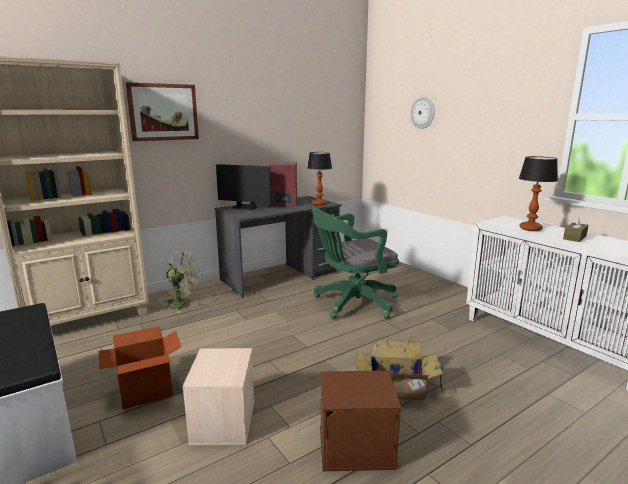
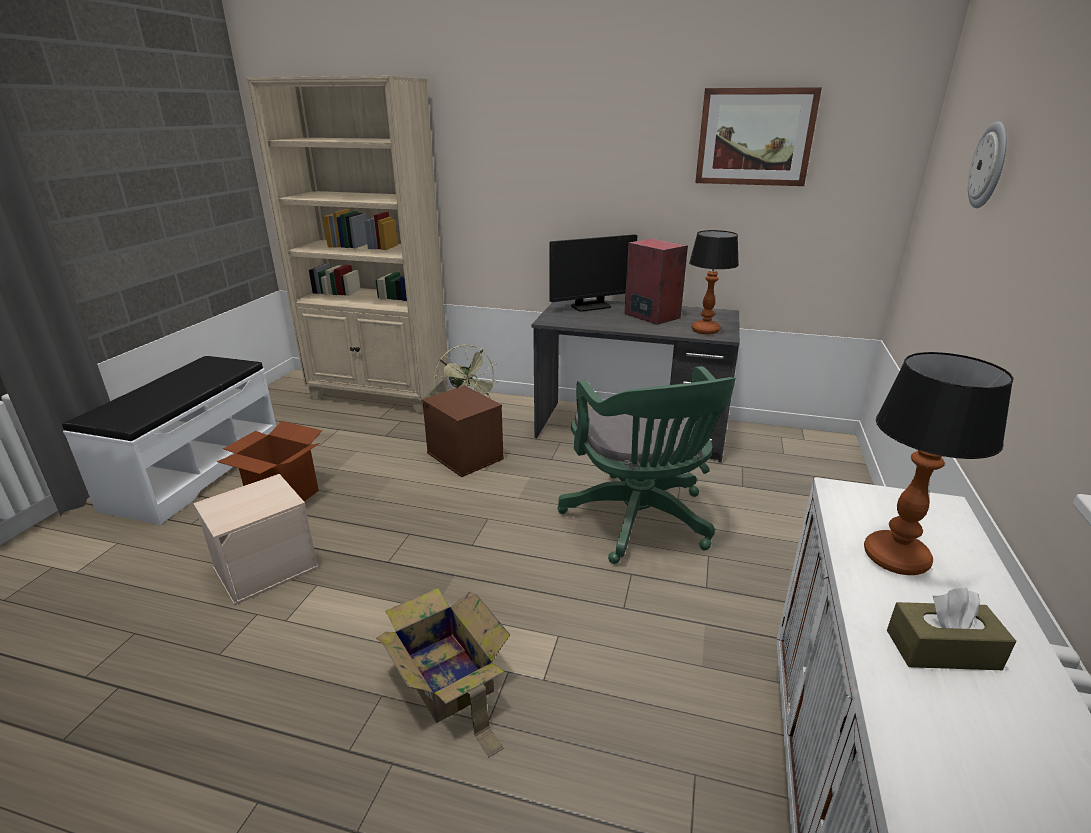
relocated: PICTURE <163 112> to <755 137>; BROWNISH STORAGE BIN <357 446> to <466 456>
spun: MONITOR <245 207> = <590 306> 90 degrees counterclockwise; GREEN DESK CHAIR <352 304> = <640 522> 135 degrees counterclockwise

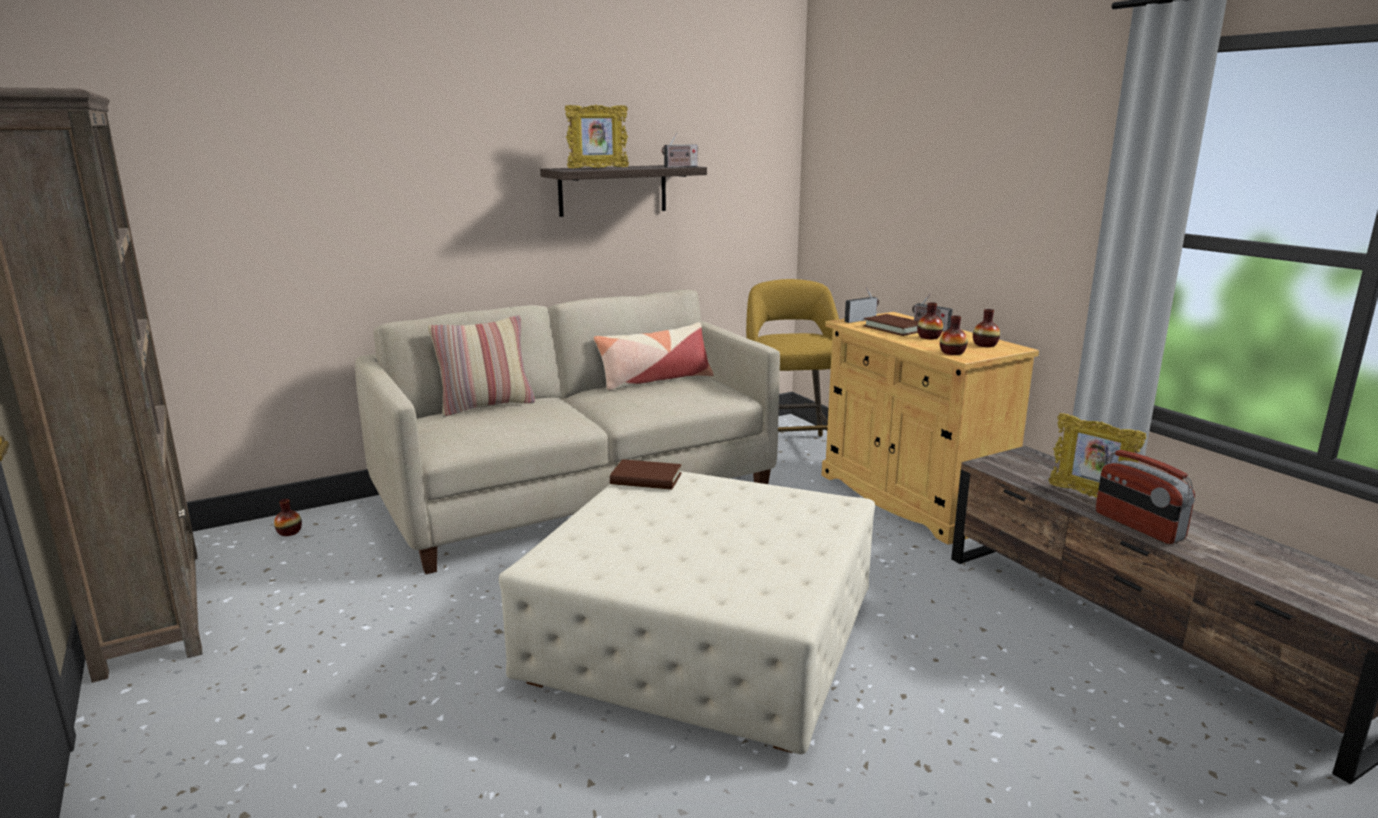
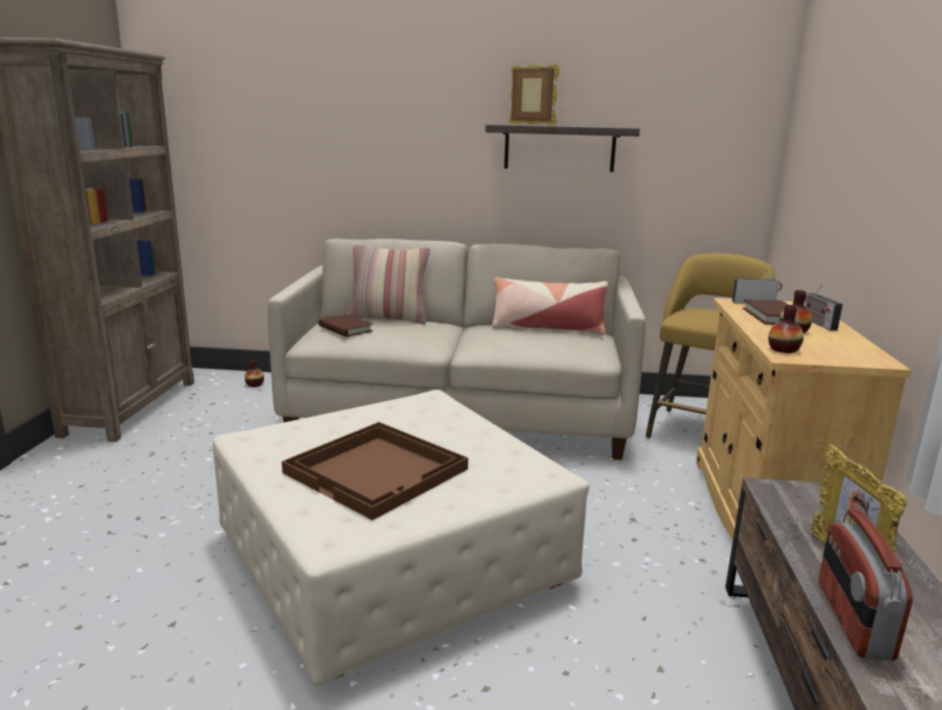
missing: RADIO <679 167>; VASE <985 345>
appeared: BROWNISH CARRYING TRAY <378 471>
relocated: BROWNISH VOLUME <646 479> to <345 328>
spun: PHOTO FRAME <598 168> = <531 124> 150 degrees counterclockwise

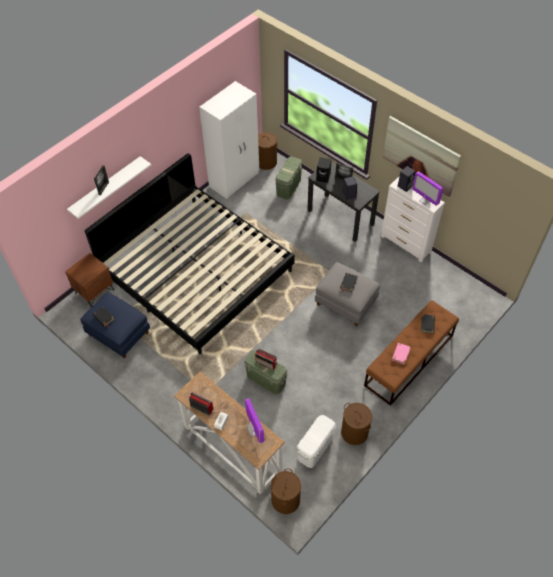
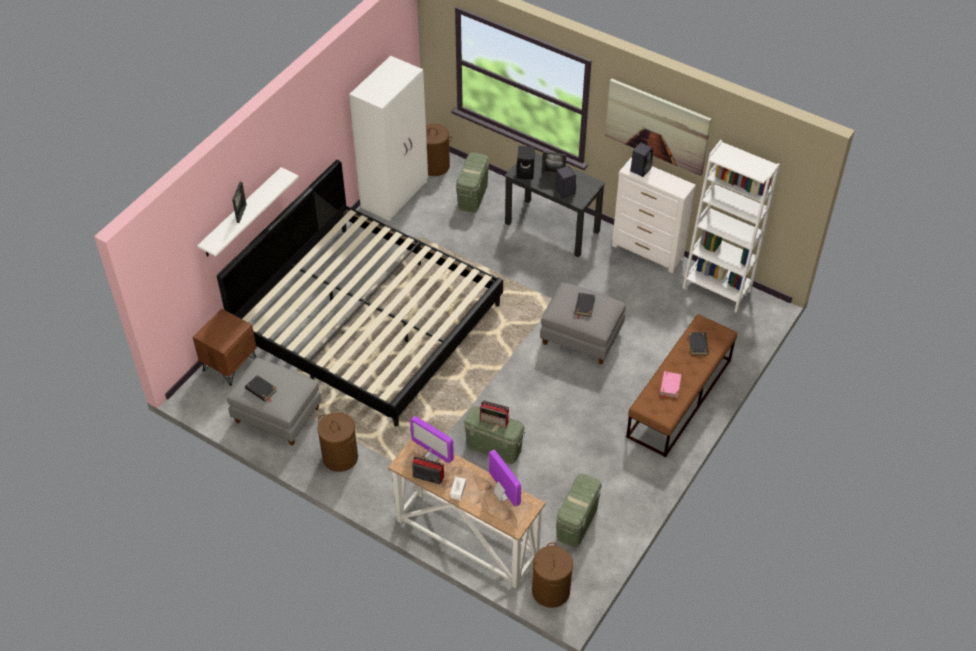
appeared: WHITE SHELVING UNIT <717 289>
relocated: BROWNISH LAUNDRY BASKET <354 432> to <340 457>; MONITOR <425 200> to <433 455>
colour: BLUE FOOTREST <119 333> to GREYISH FOOTREST <278 414>; WHITE STORAGE BIN <315 448> to GREEN STORAGE BIN <577 523>

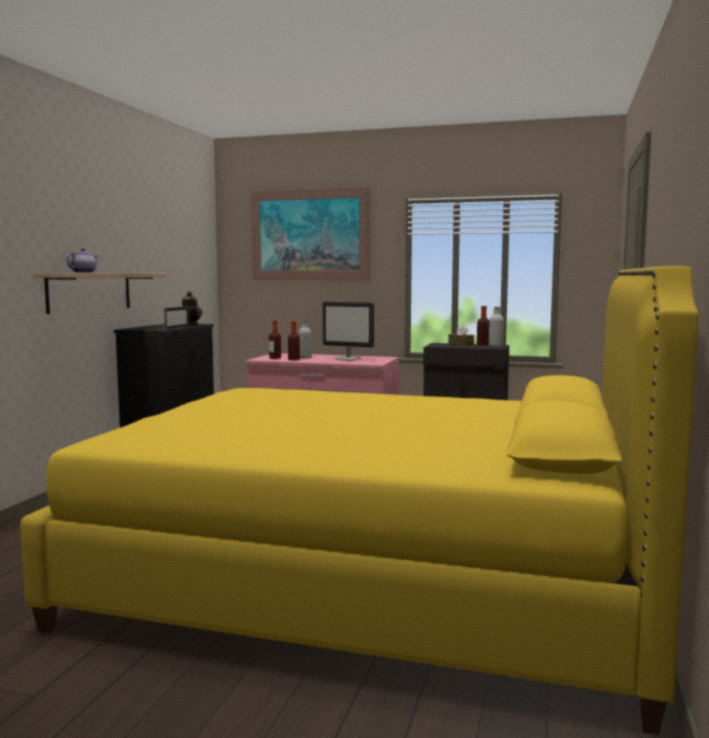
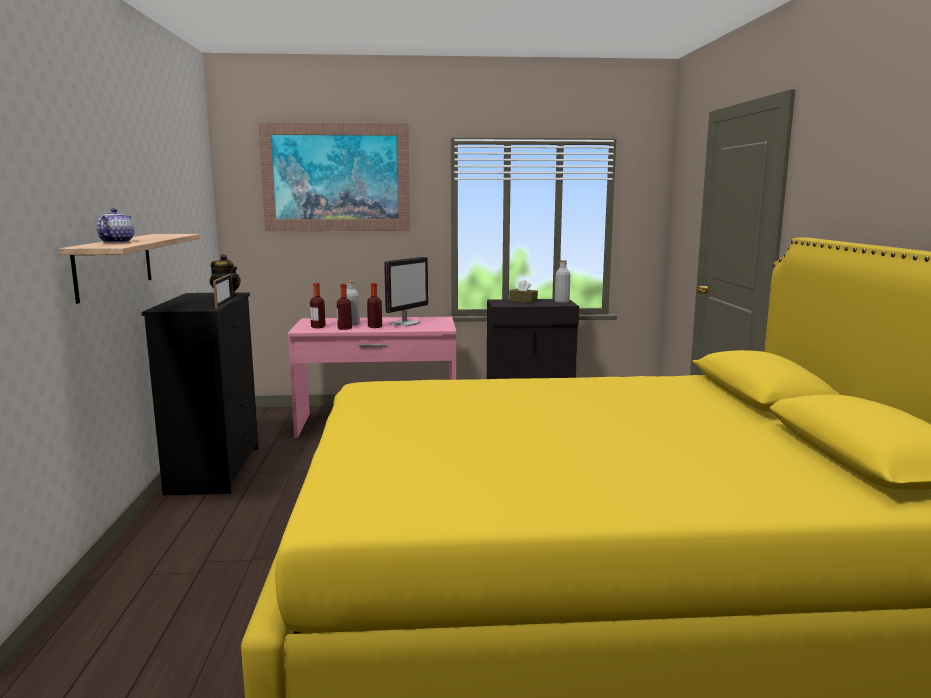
relocated: BEVERAGE BOTTLE <482 344> to <375 327>
spun: MONITOR <348 359> = <405 323> 60 degrees counterclockwise

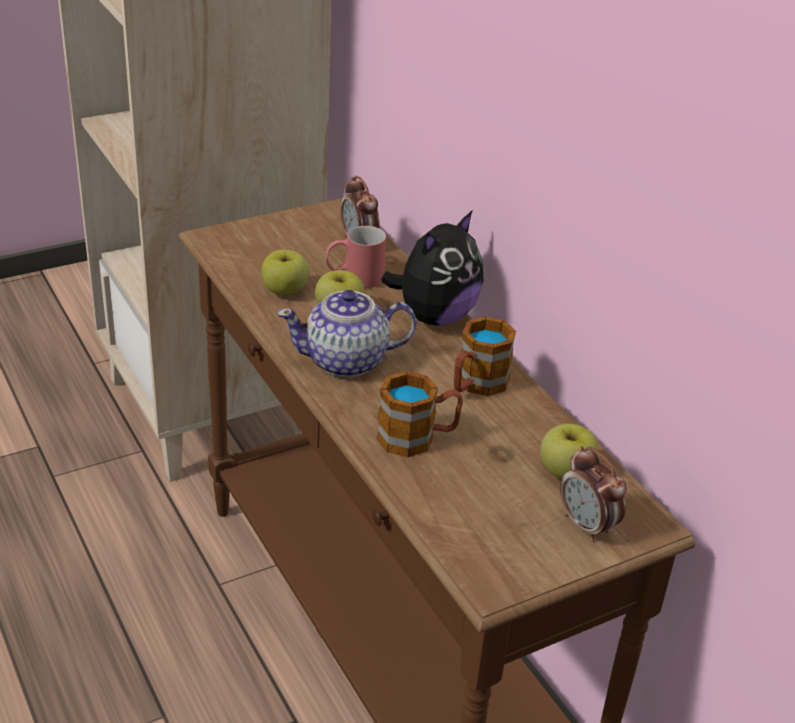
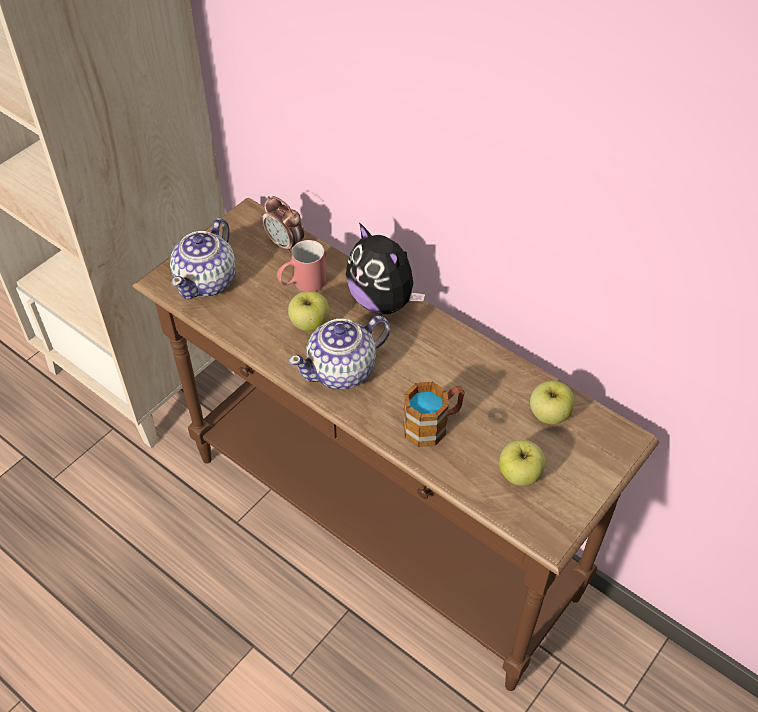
missing: TEA MUG <476 385>; ALARM CLOCK <587 526>
appeared: TEAPOT <207 281>
relocated: APPLE <285 291> to <520 474>
spun: CUDDLY TOY <434 316> = <383 301> 120 degrees clockwise

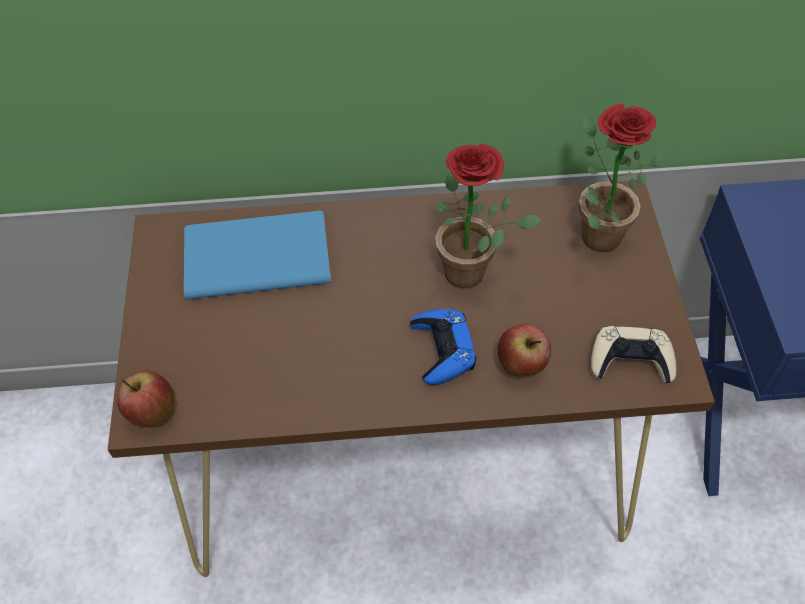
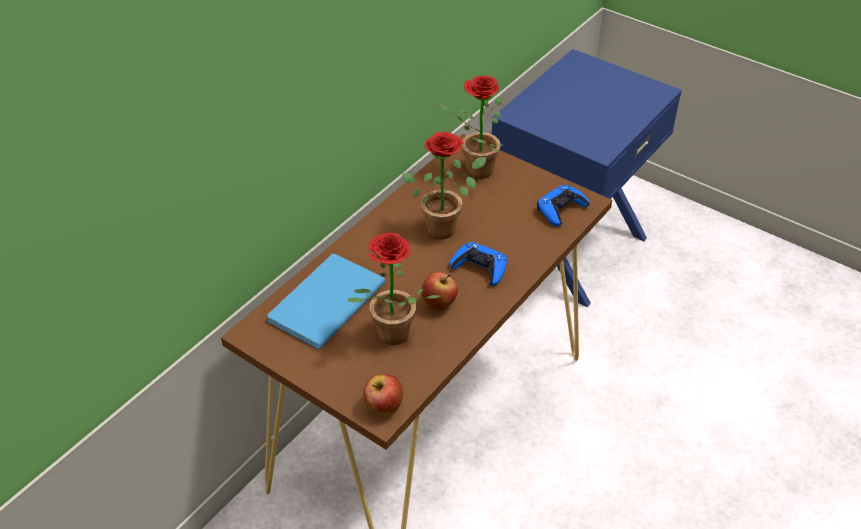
appeared: PLANT IN A POT <390 338>
relocated: APPLE <521 366> to <439 304>
colour: SAND-COLOURED GAME CONTROLLER <630 360> to BLUE GAME CONTROLLER <561 209>

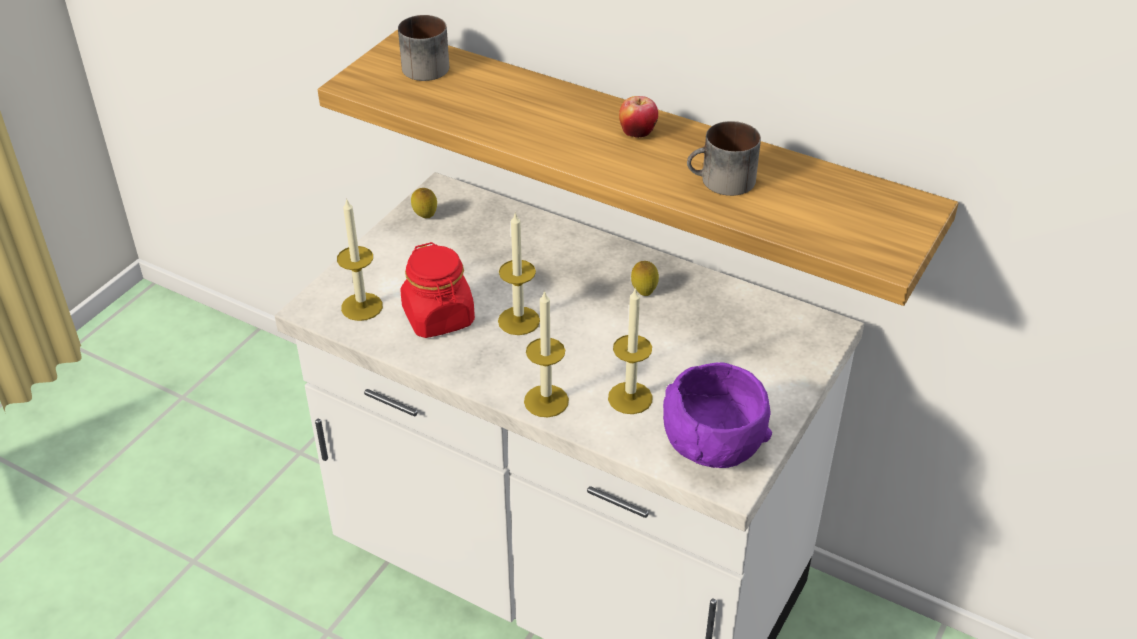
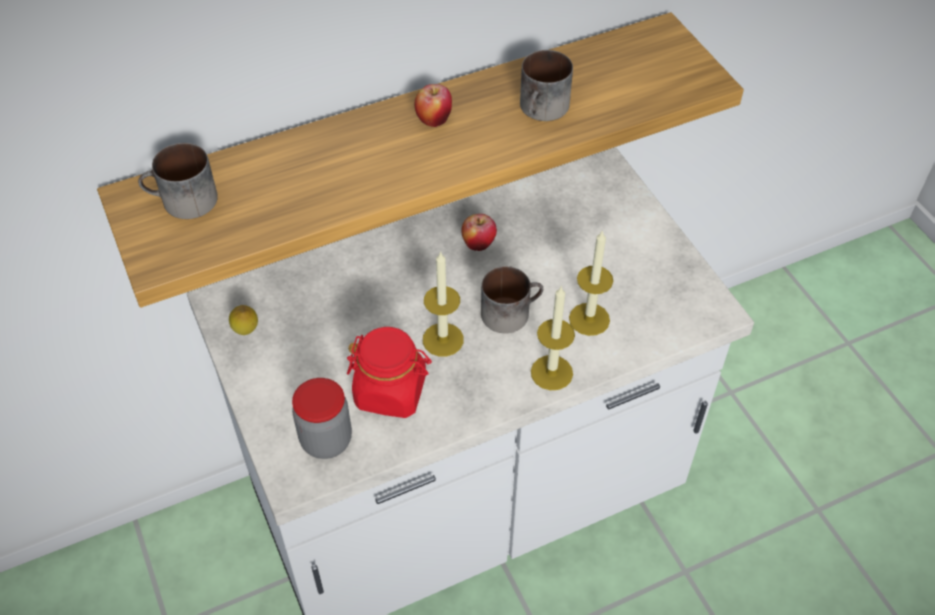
missing: PURPLE-COLOURED SERVING BOWL <712 449>
appeared: TEA MUG <510 311>
exchanged: WAX LIGHT <362 307> to STORAGE JAR <326 440>; WHOLE LEMON <644 292> to APPLE <478 244>

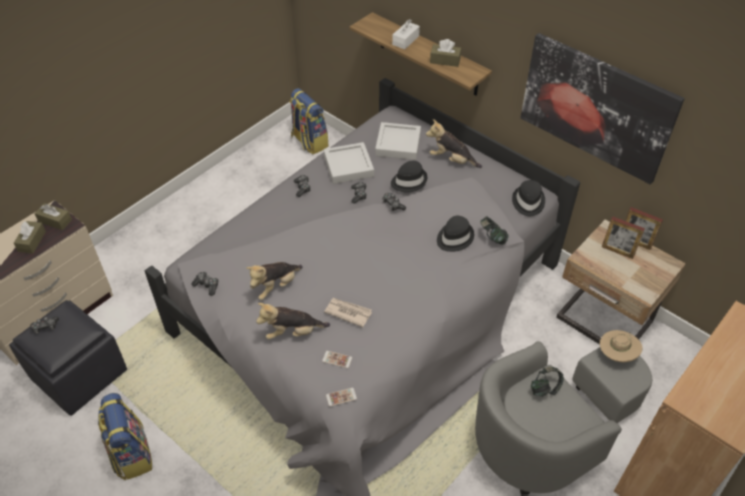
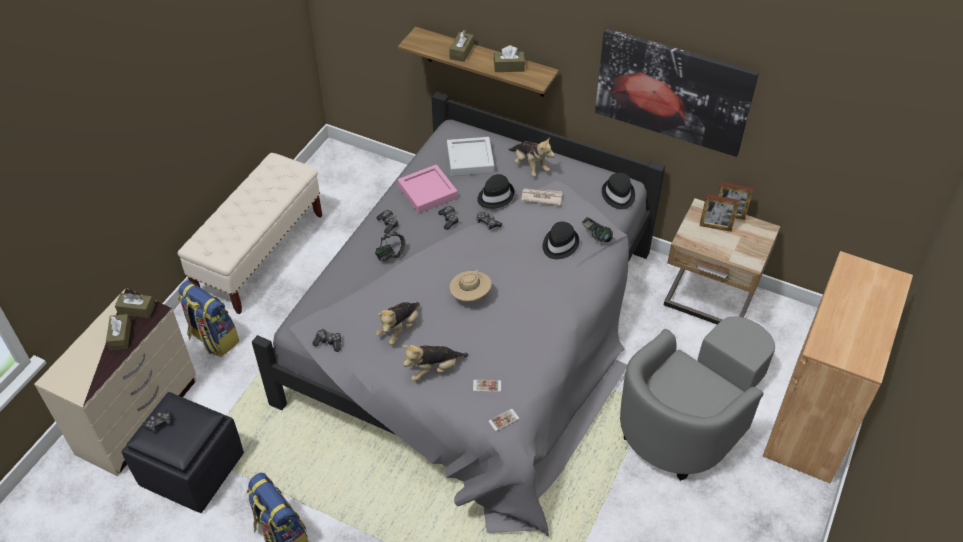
appeared: SAND-COLOURED LONG SEAT <260 254>
relocated: KNAPSACK <309 142> to <213 339>; NEWSPAPER <348 312> to <541 197>; PAIR OF HEADPHONES <545 388> to <390 254>; SAND-COLOURED WEARABLE HAT <617 354> to <470 296>
colour: GREYISH CARRYING TRAY <348 166> to PINK-COLOURED CARRYING TRAY <427 192>; WHITE TISSUE HOLDER <405 40> to BROWNISH TISSUE HOLDER <461 52>
spun: CUDDLY TOY <451 160> = <529 166> 135 degrees counterclockwise

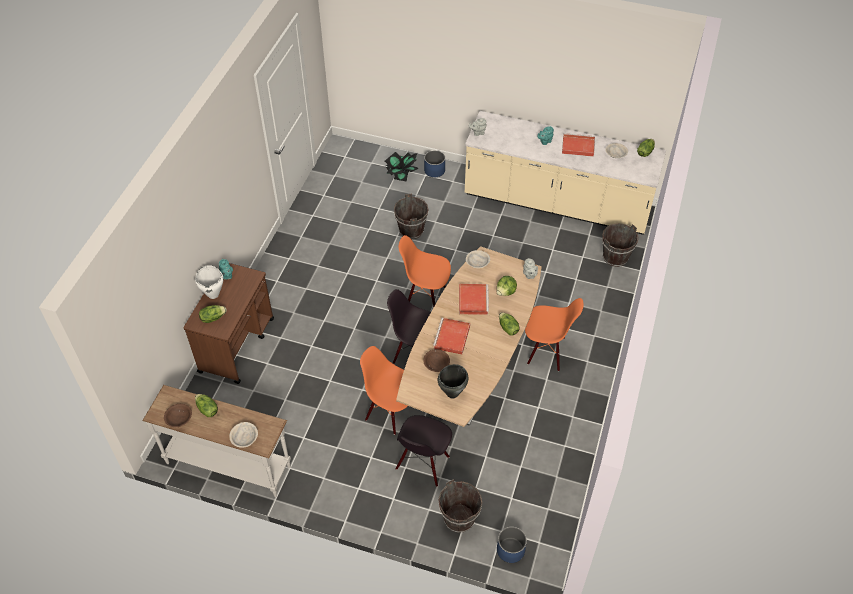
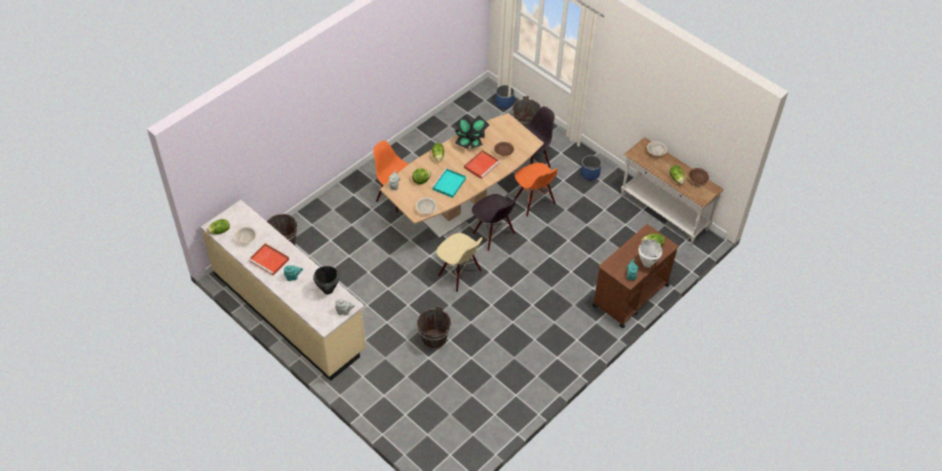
relocated: PLANT IN A POT <401 175> to <470 141>; BLUE FLOWER POT <434 171> to <590 173>; BLACK STOCKPOT <452 393> to <328 290>
colour: ORANGE-COLOURED UPRIGHT CHAIR <425 297> to SAND-COLOURED UPRIGHT CHAIR <459 274>; RED CARRYING TRAY <473 299> to TURQUOISE-COLOURED CARRYING TRAY <449 184>

